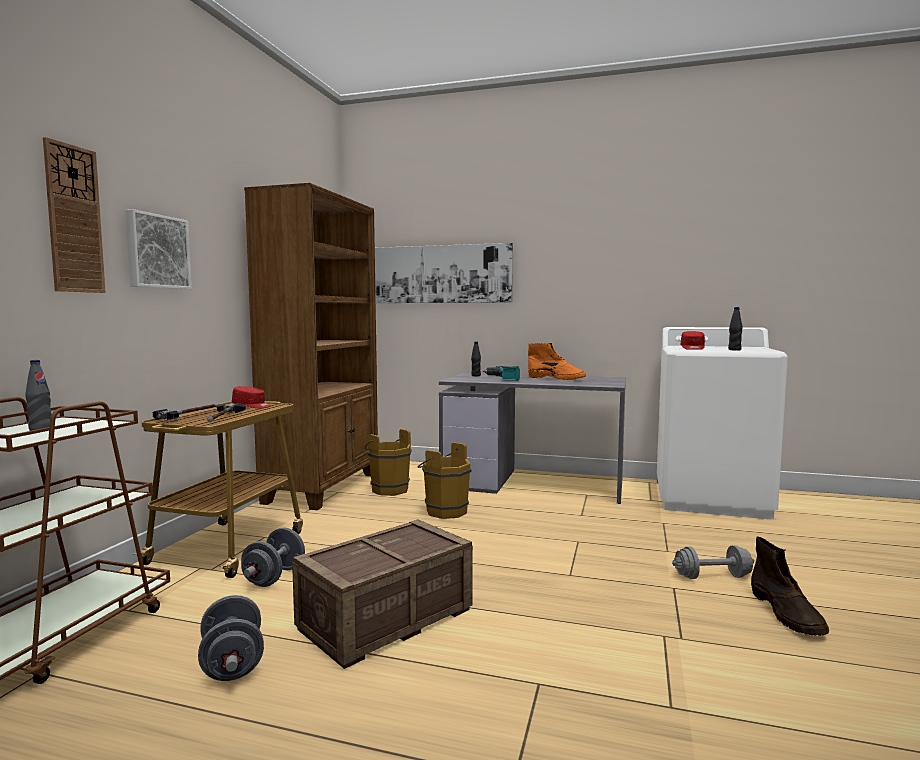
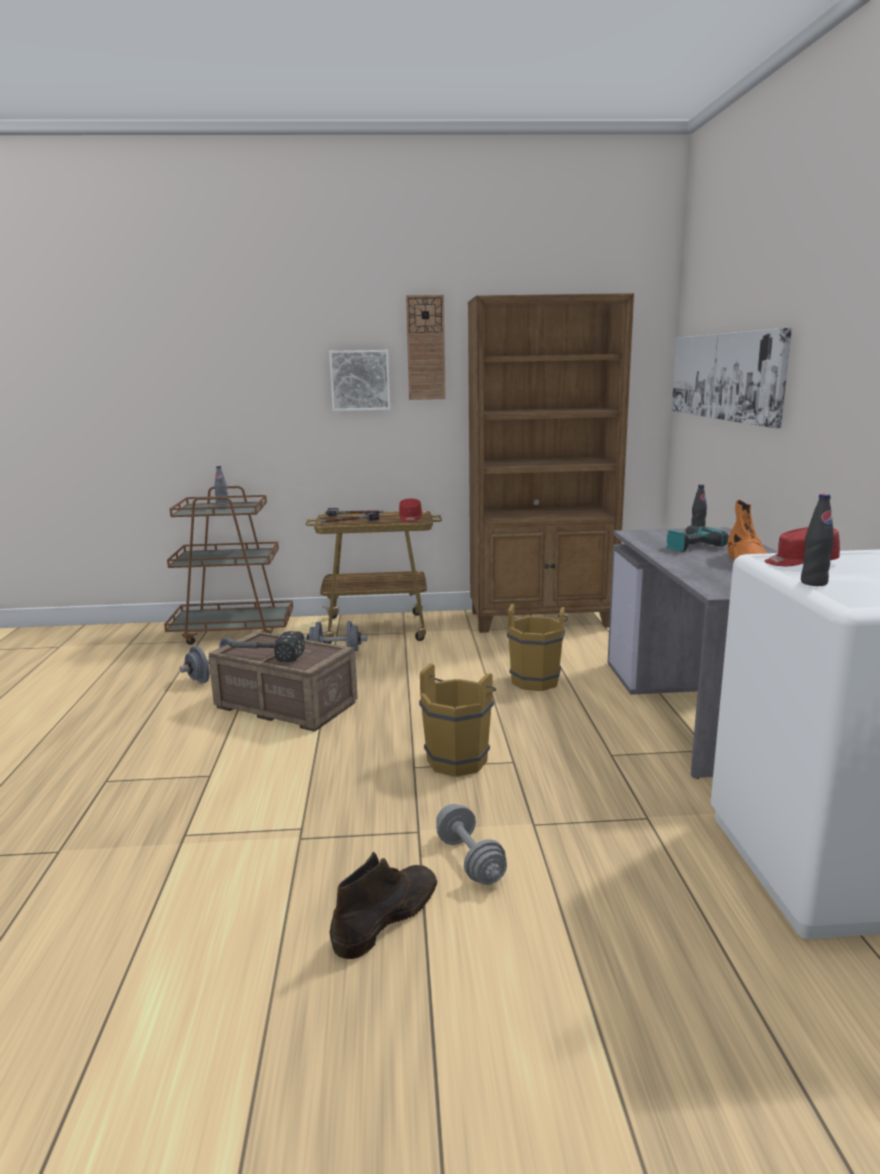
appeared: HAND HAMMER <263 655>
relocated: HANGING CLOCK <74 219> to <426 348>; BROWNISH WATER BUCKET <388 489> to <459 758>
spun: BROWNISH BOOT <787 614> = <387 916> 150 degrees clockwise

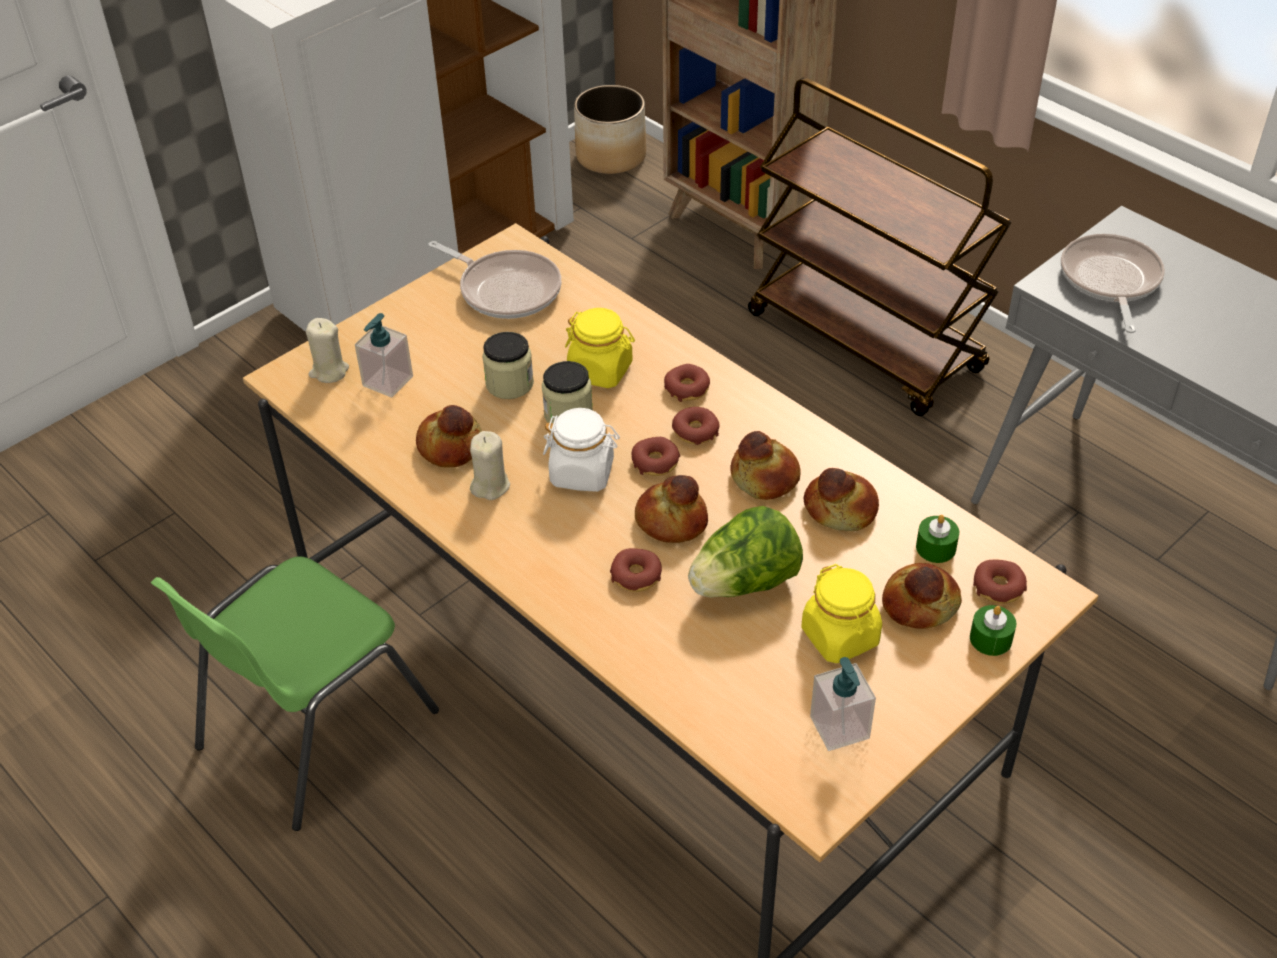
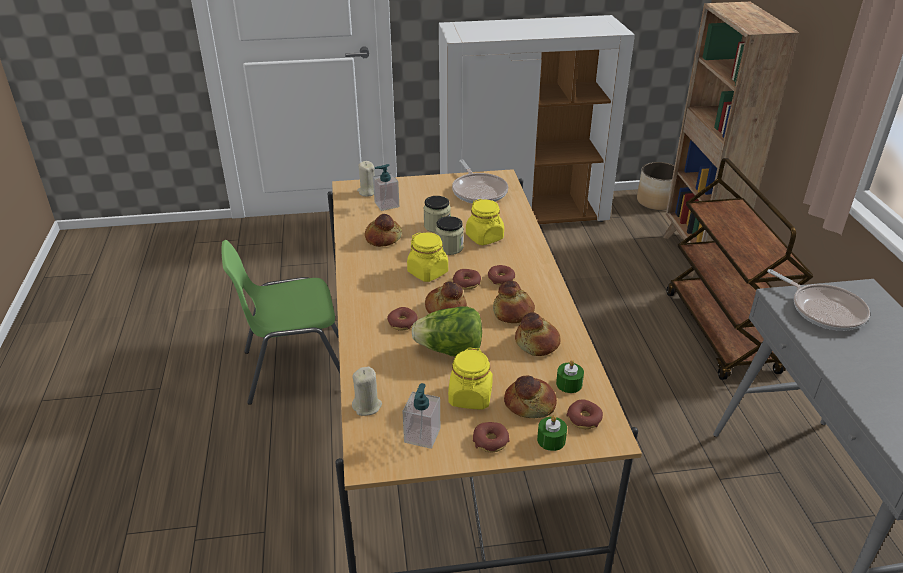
relocated: SAND-COLOURED WAX LIGHT <490 486> to <367 406>; DOUGHNUT <687 388> to <490 441>
colour: WHITE STORAGE JAR <582 473> to YELLOW-COLOURED STORAGE JAR <428 272>
spun: SKILLET <1110 281> = <823 310> 105 degrees clockwise

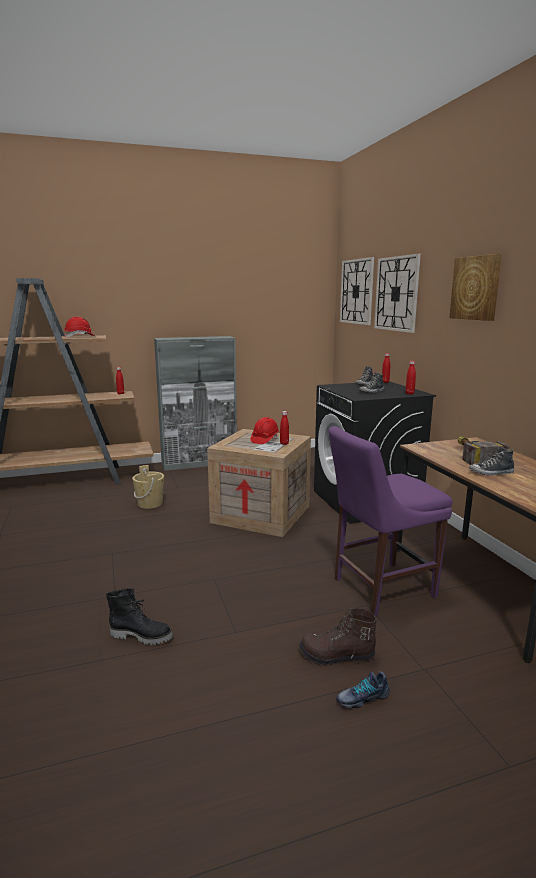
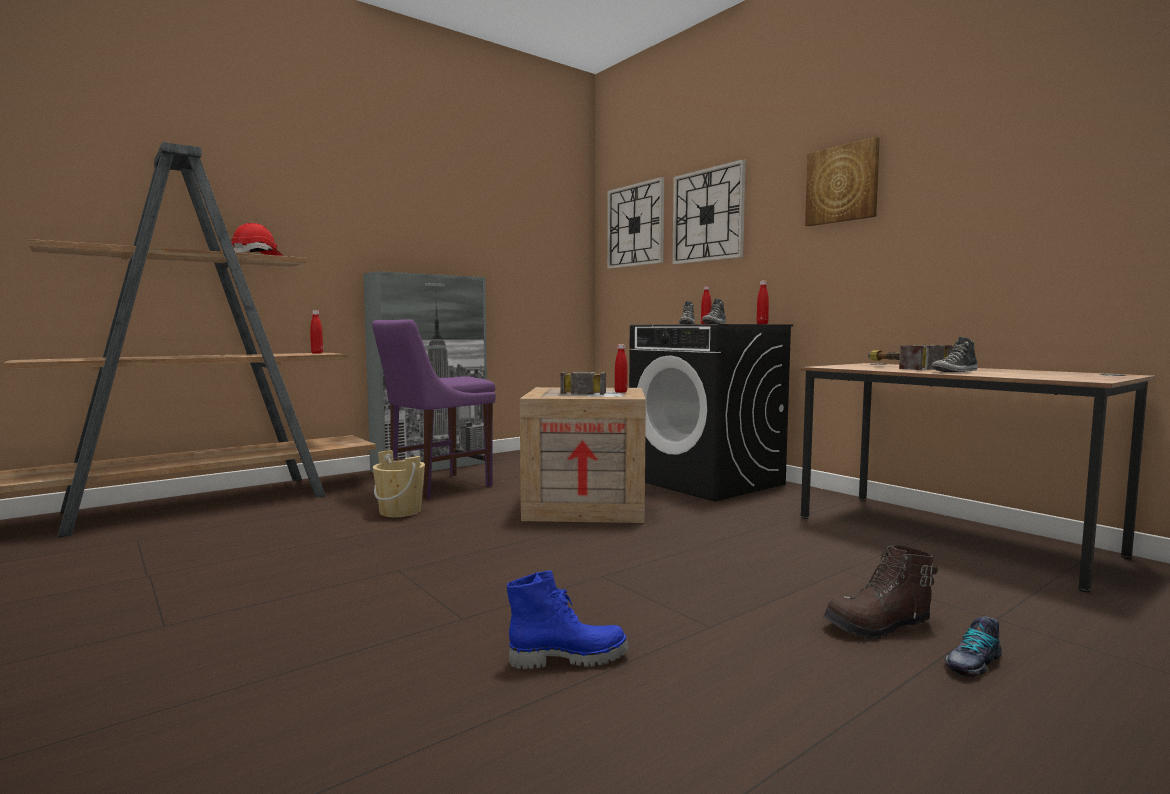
relocated: PURPLE-COLOURED UPRIGHT CHAIR <379 588> to <436 487>
exchanged: RED SAFETY HELMET <264 439> to HAND HAMMER <587 391>
colour: BLACK BOOT <142 636> to BLUE BOOT <568 658>

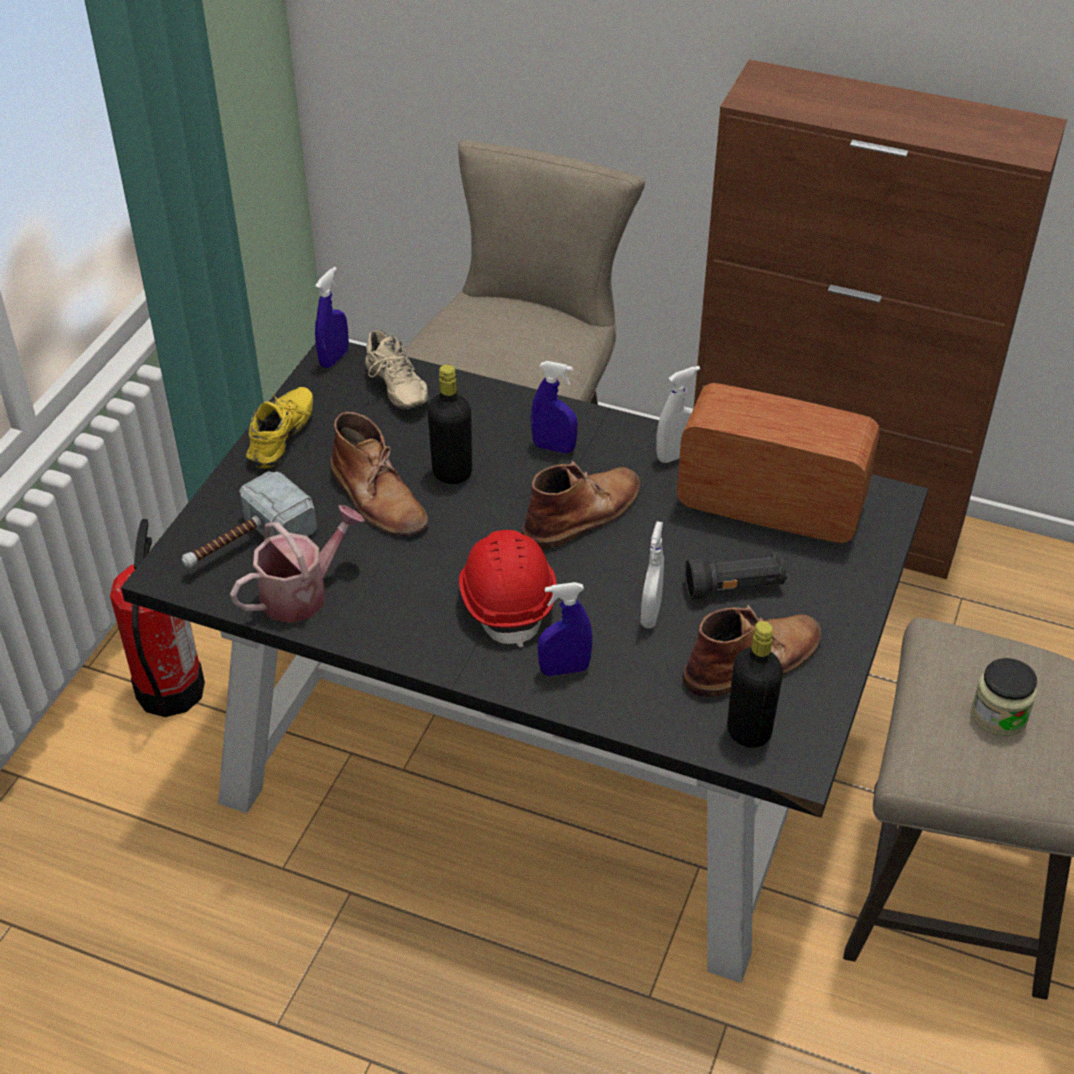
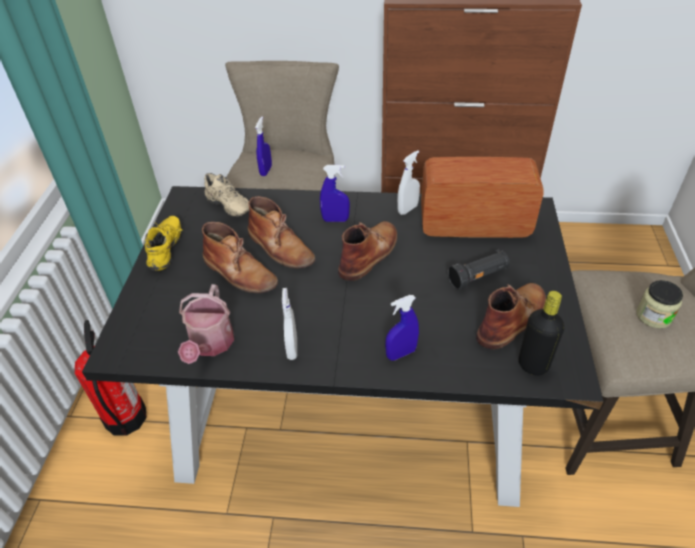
missing: HAND HAMMER <246 544>; RED SAFETY HELMET <508 600>
relocated: BLUE SPRAY BOTTLE <334 358> to <266 171>; WHITE SPRAY BOTTLE <650 614> to <292 349>
exchanged: BLACK BEVERAGE BOTTLE <452 473> to BROWNISH BOOT <280 247>
spun: WATERING CAN <302 593> = <210 345> 150 degrees clockwise

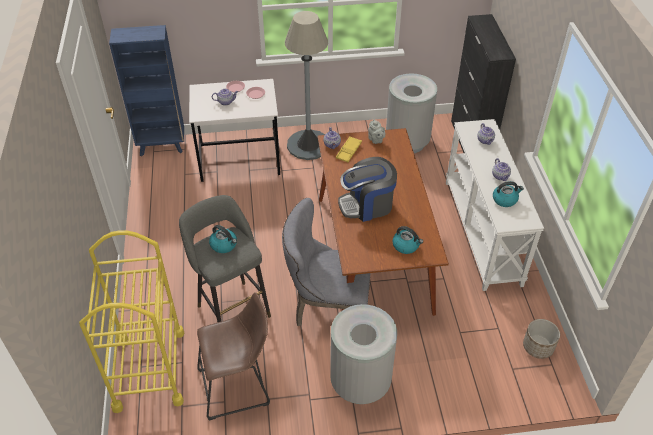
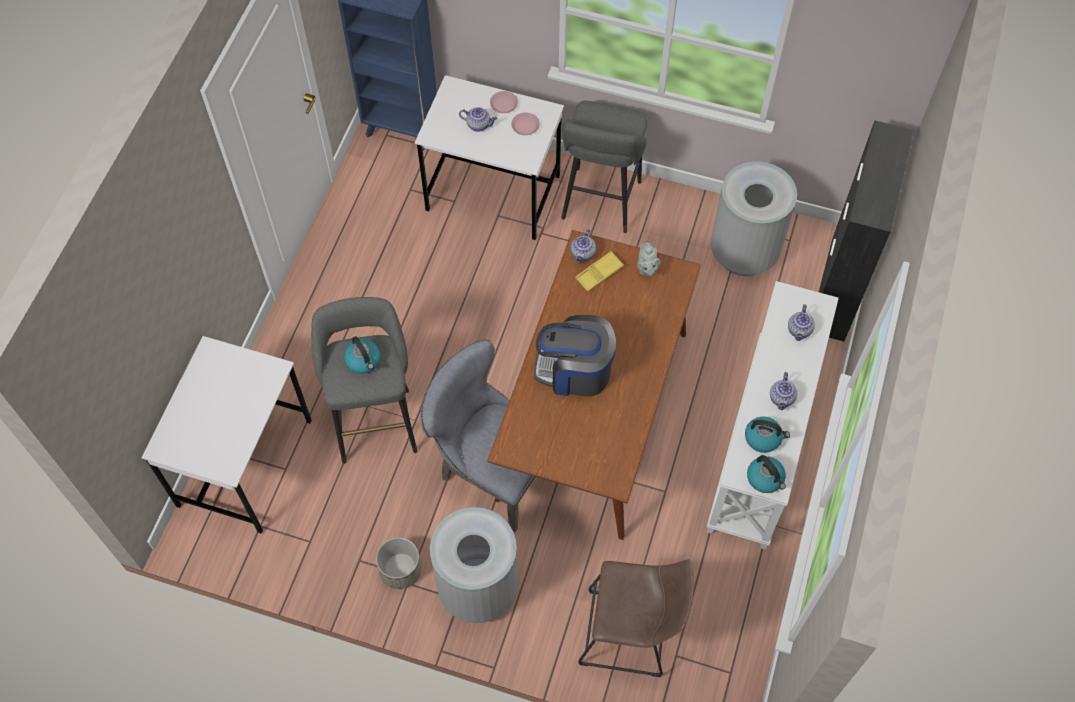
relocated: BROWNISH STOOL <238 386> to <631 635>; KETTLE <406 246> to <765 478>; FLOWER POT <538 347> to <400 569>
exchanged: YELLOW-COLOURED WHEELED CART <149 369> to WHITE DESK UNIT <245 462>; GREYISH STANDARD LAMP <308 145> to GREYISH STOOL <600 204>

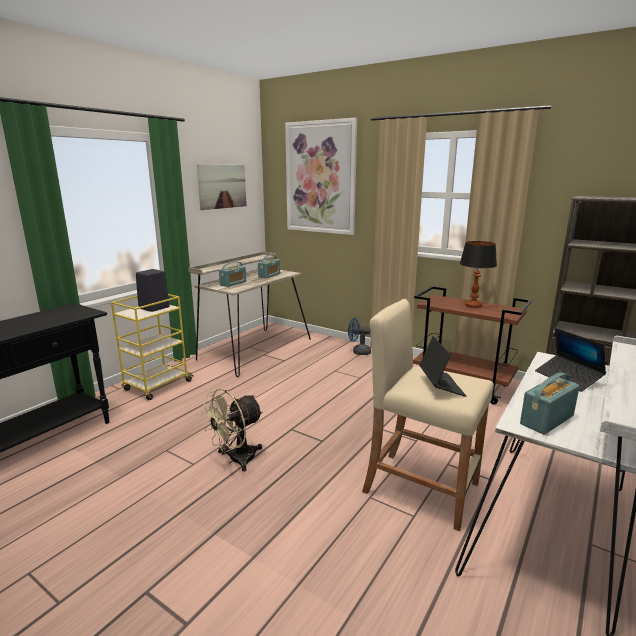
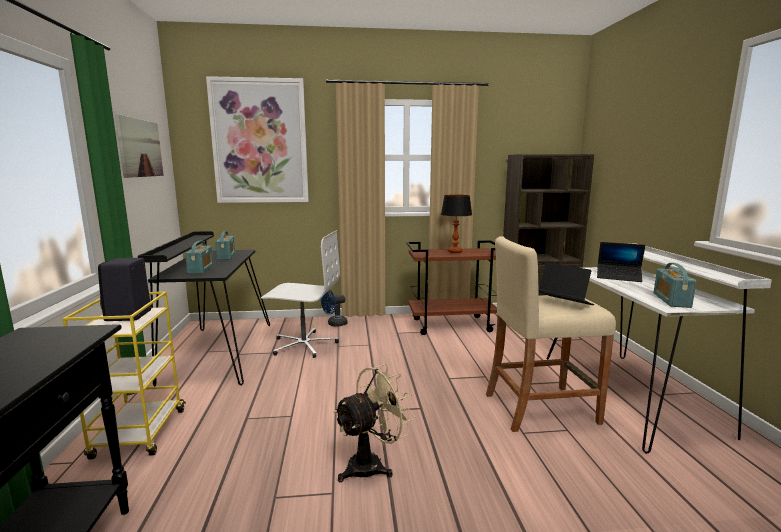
appeared: WHITE DESK CHAIR <304 344>
colour: SAND-COLOURED DESK UNIT <253 349> to BLACK DESK UNIT <217 352>
spun: SAND-COLOURED COOLING FAN <236 460> = <372 464> 135 degrees counterclockwise

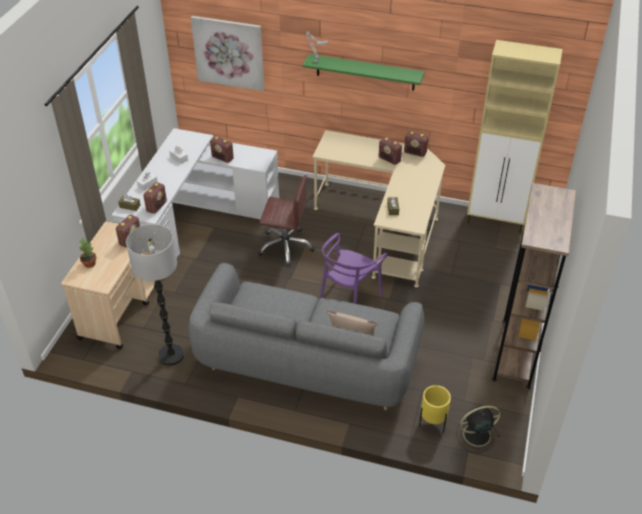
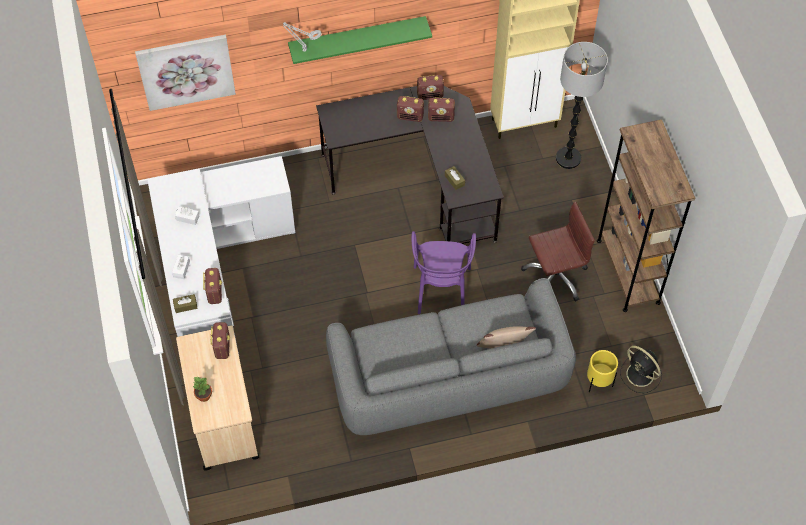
relocated: STANDARD LAMP <171 355> to <568 158>; RADIO <223 158> to <441 117>; BROWNISH DESK CHAIR <286 246> to <555 277>
colour: SAND-COLOURED DESK UNIT <385 225> to BLACK DESK UNIT <419 180>
spun: BLACK COOLING FAN <475 435> = <641 375> 90 degrees counterclockwise

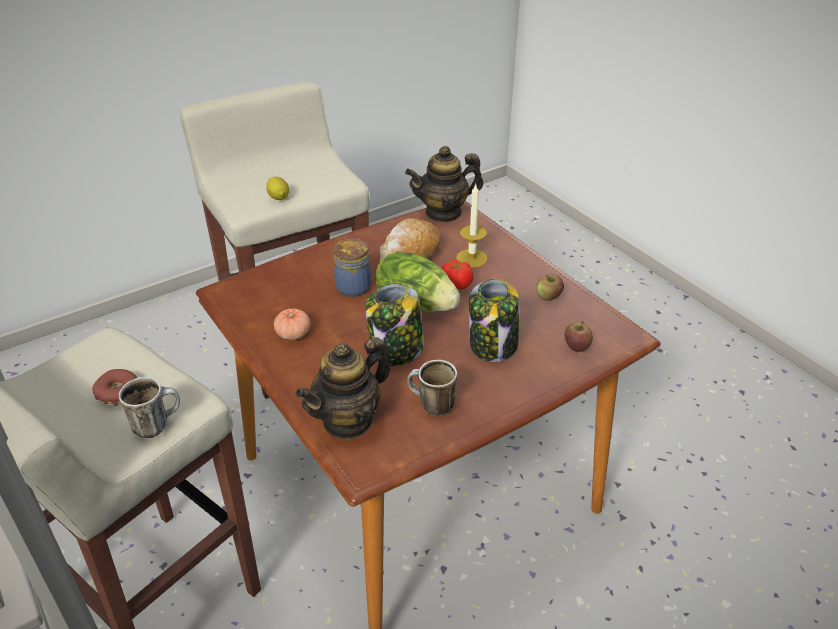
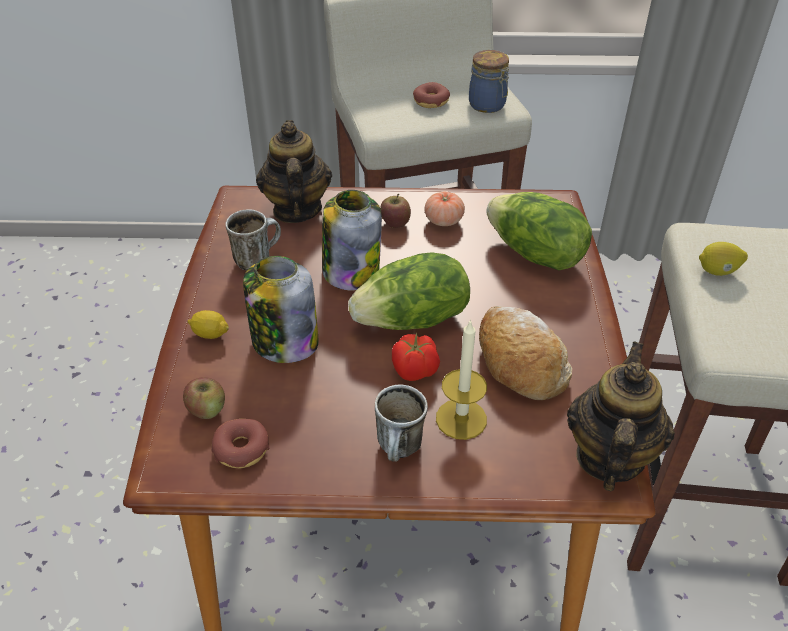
appeared: WHOLE LEMON <210 334>; DOUGHNUT <242 449>; HEAD OF LETTUCE <535 254>
relocated: TEA MUG <157 424> to <401 451>; STORAGE JAR <354 286> to <488 105>; APPLE <548 296> to <395 222>

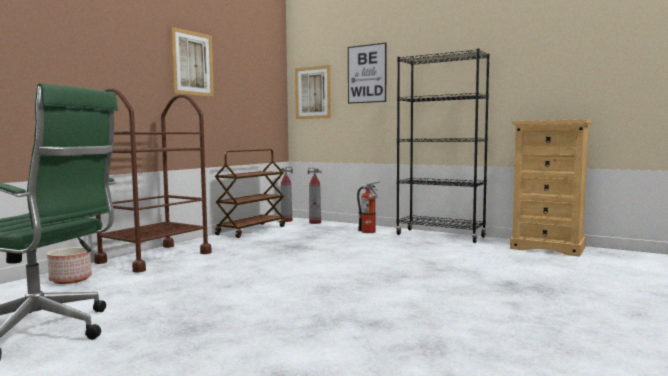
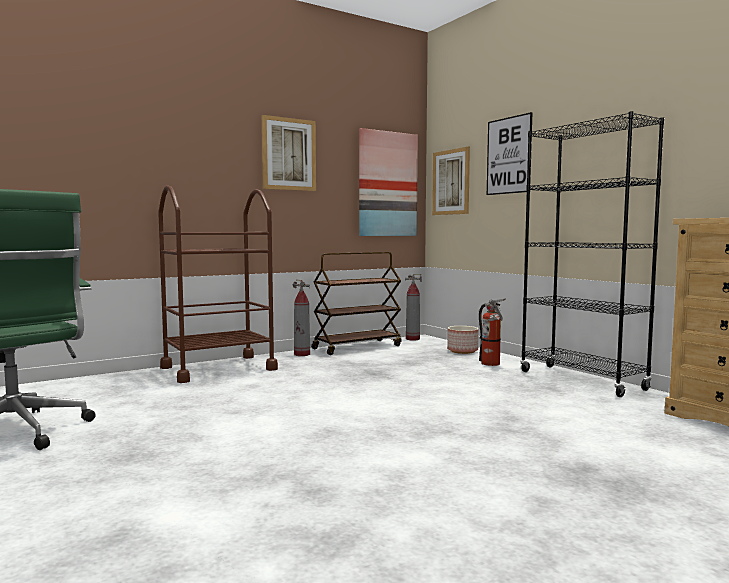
appeared: PICTURE <387 184>
relocated: FLOWER POT <70 279> to <462 351>; FIRE-FIGHTING CYLINDER <315 223> to <302 354>

